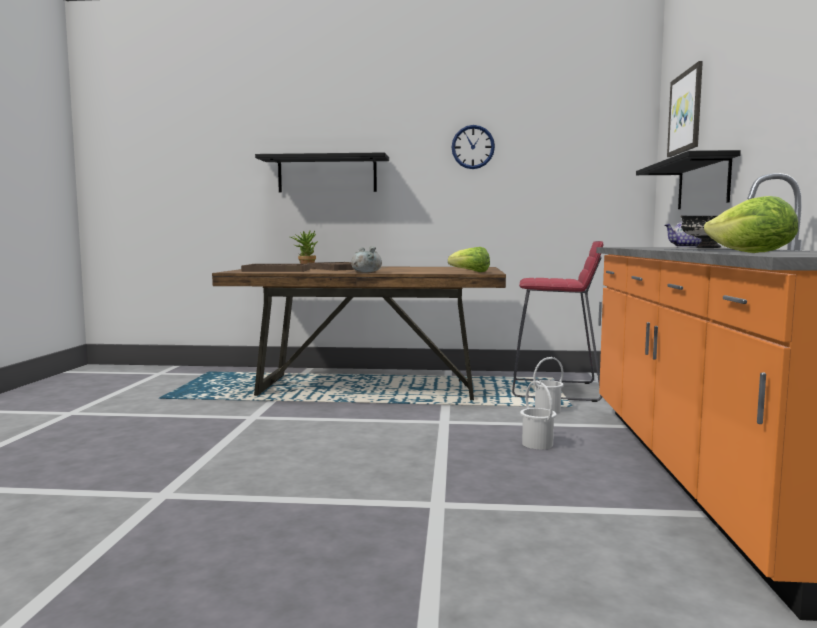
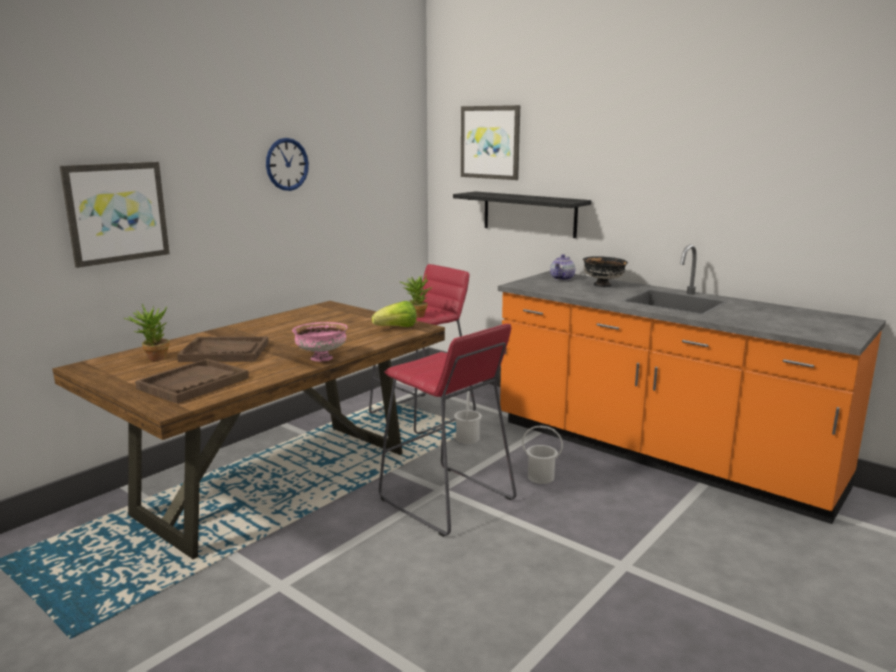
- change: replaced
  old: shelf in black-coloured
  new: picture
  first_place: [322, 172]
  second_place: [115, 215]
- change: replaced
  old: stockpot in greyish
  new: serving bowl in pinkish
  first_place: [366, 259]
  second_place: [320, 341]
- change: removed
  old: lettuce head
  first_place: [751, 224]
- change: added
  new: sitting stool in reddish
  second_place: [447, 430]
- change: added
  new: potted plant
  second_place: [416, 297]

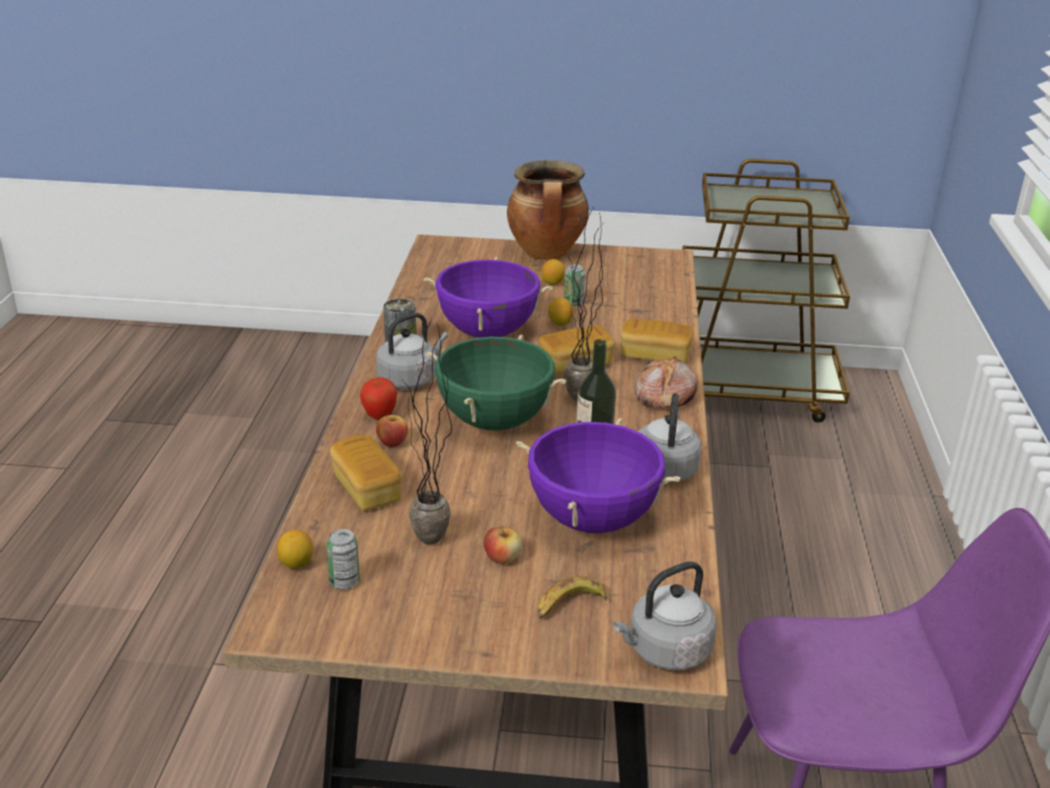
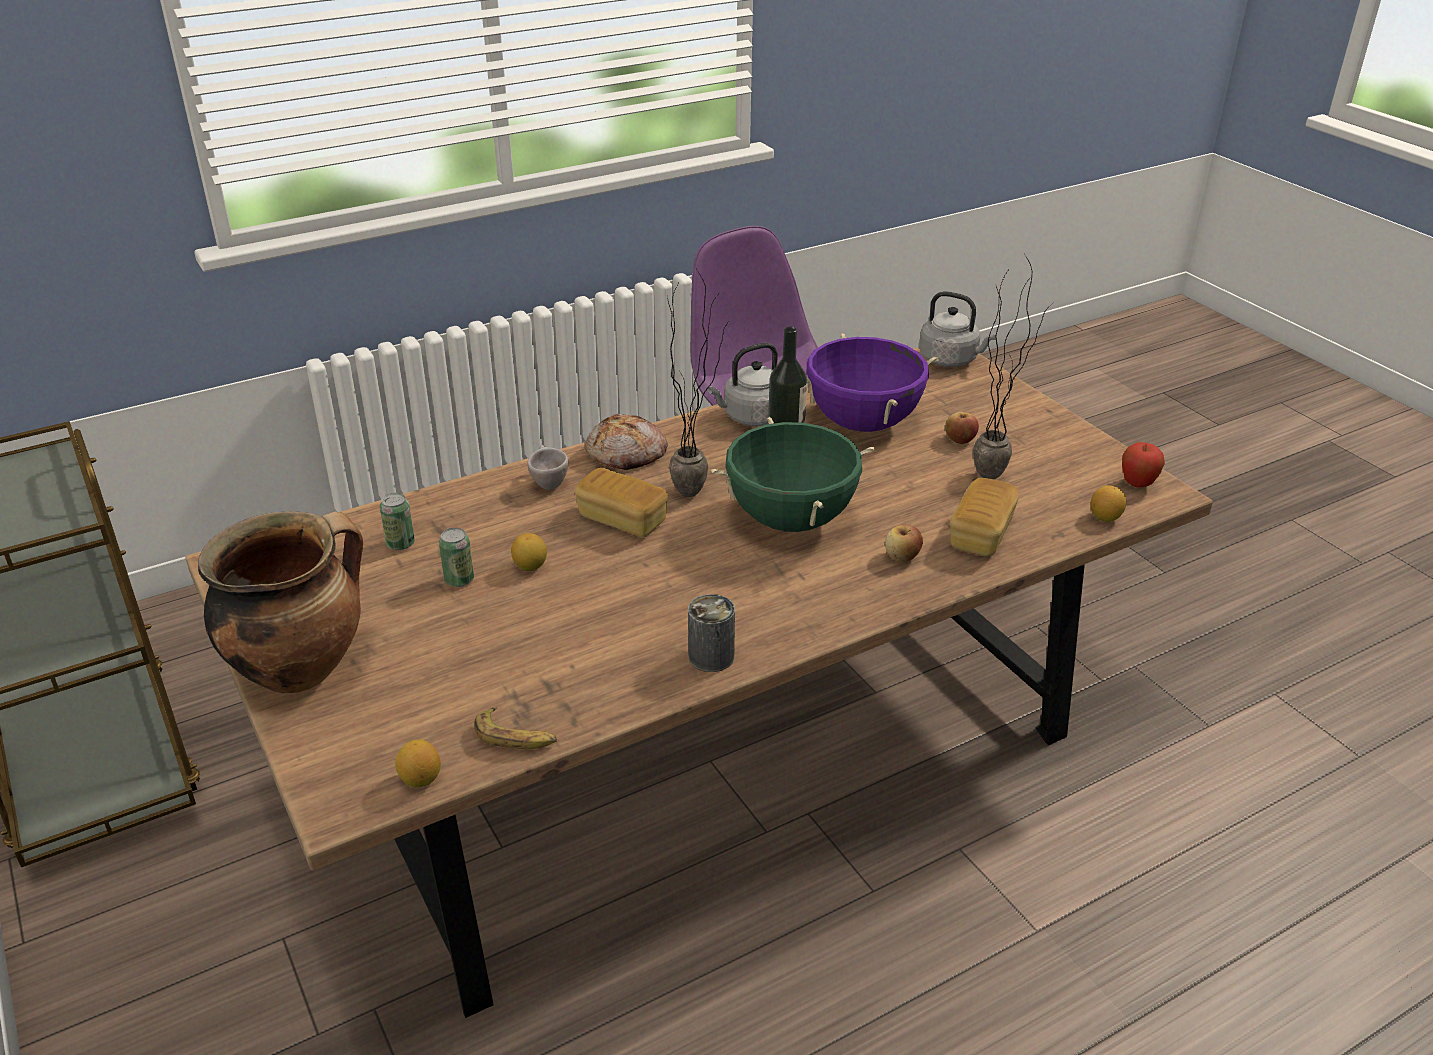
- change: moved
  old: sealed can
  first_place: [343, 559]
  second_place: [397, 521]
- change: moved
  old: whole apple
  first_place: [378, 398]
  second_place: [1143, 464]
- change: removed
  old: tea kettle in greyish
  first_place: [412, 351]
- change: removed
  old: stockpot in purple
  first_place: [488, 297]
- change: moved
  old: banana fruit
  first_place: [572, 597]
  second_place: [515, 728]
- change: moved
  old: citrus fruit
  first_place: [553, 272]
  second_place: [418, 763]
- change: replaced
  old: bakery bread
  new: small cup in beige-coloured
  first_place: [657, 340]
  second_place: [548, 467]

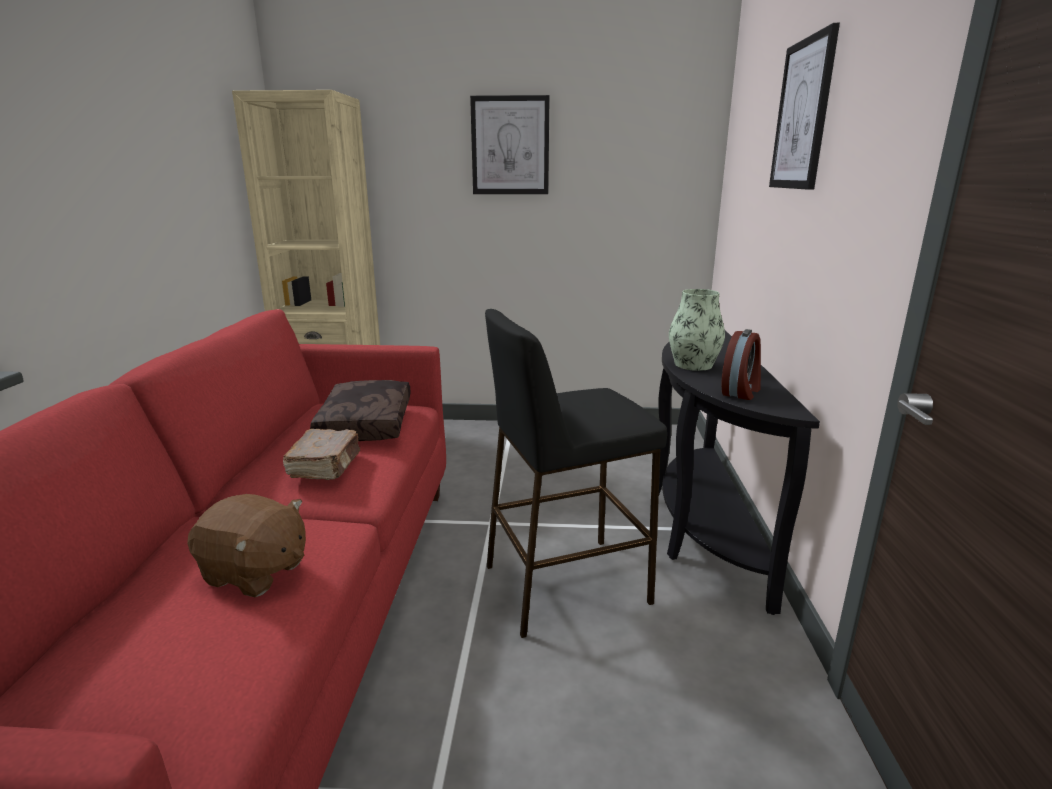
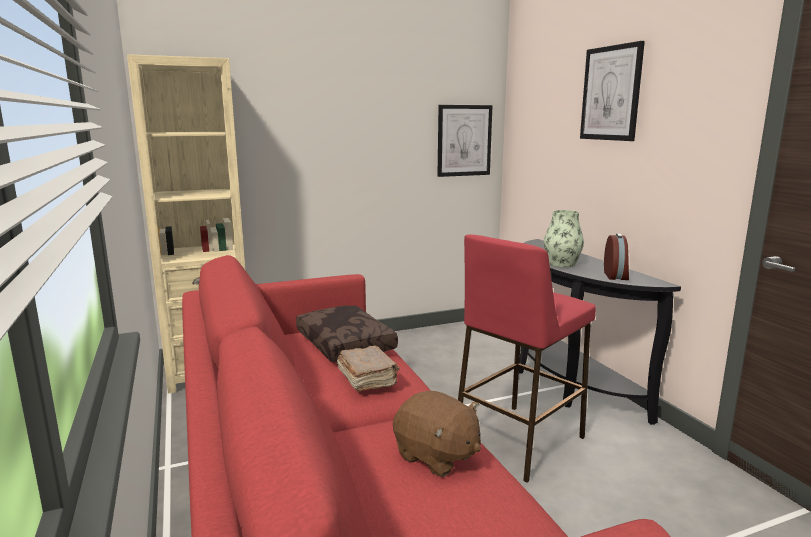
- change: turned
  old: soft toy in brown-coloured
  first_place: [246, 545]
  second_place: [437, 434]
  degrees: 45
- change: moved
  old: picture
  first_place: [510, 144]
  second_place: [465, 141]
- change: recoloured
  old: sitting stool in black-coloured
  new: sitting stool in reddish
  first_place: [576, 473]
  second_place: [527, 358]

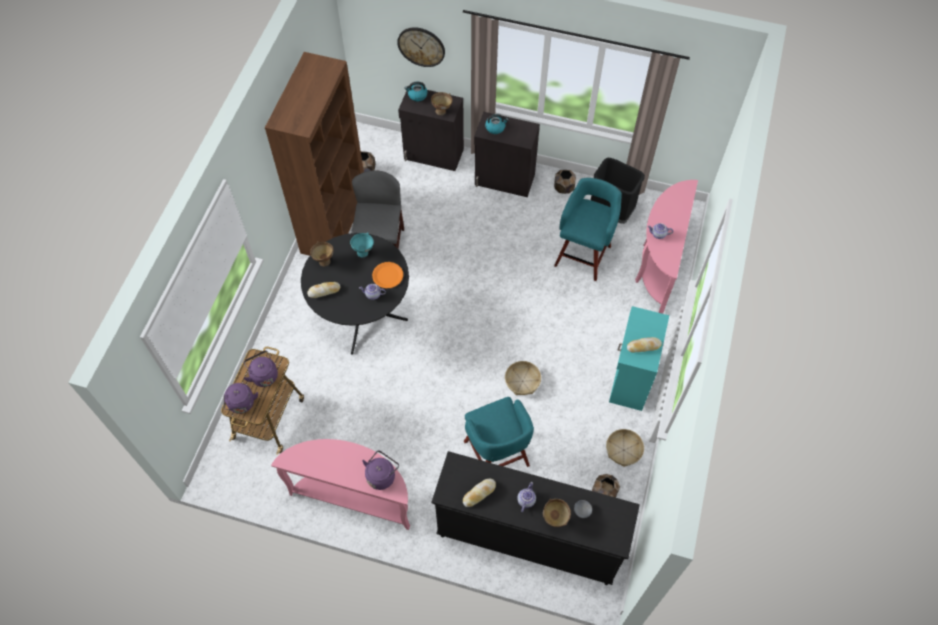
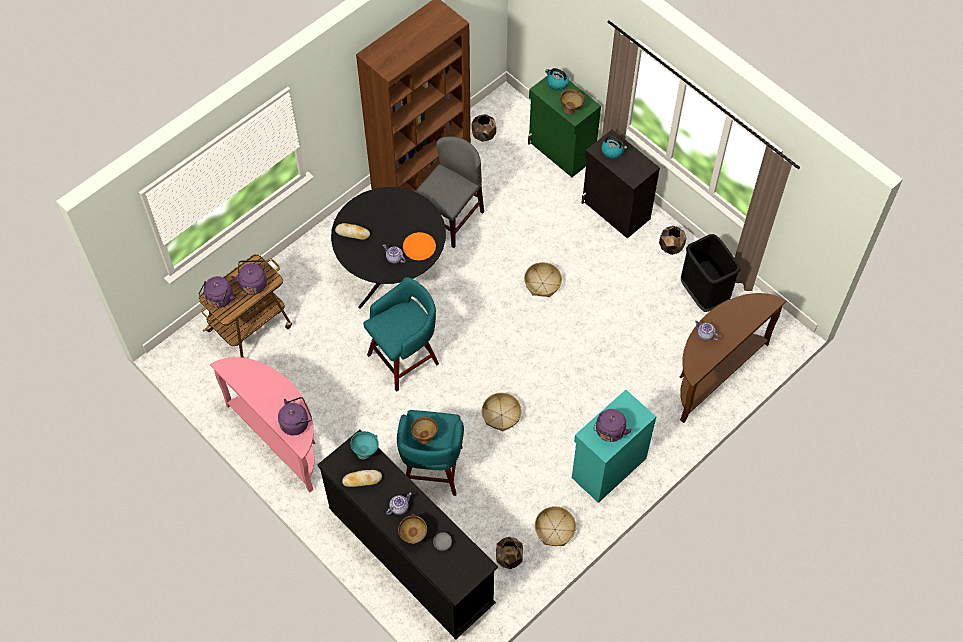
- change: moved
  old: serving bowl in brown-coloured
  first_place: [322, 254]
  second_place: [424, 430]
- change: moved
  old: serving bowl in turquoise-coloured
  first_place: [362, 245]
  second_place: [365, 445]
- change: removed
  old: wall clock
  first_place: [421, 47]
- change: recoloured
  old: cupboard in black-coloured
  new: cupboard in green
  first_place: [431, 129]
  second_place: [564, 126]
- change: moved
  old: sitting stool in turquoise-coloured
  first_place: [588, 229]
  second_place: [401, 334]
- change: replaced
  old: bakery bread
  new: tea kettle in purple
  first_place: [644, 345]
  second_place: [612, 425]
- change: recoloured
  old: console table in pinkish
  new: console table in brown-coloured
  first_place: [666, 247]
  second_place: [732, 358]
- change: added
  new: basket
  second_place: [543, 279]

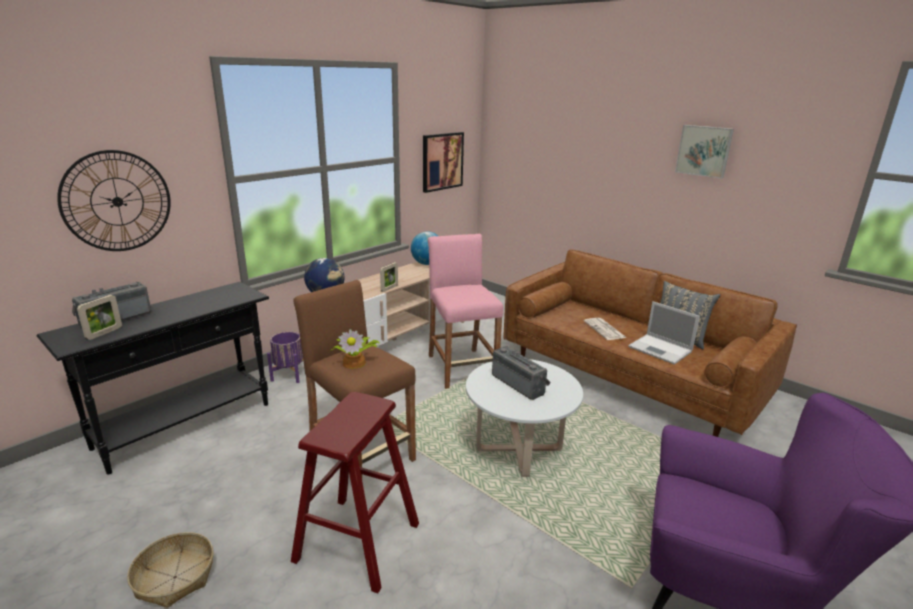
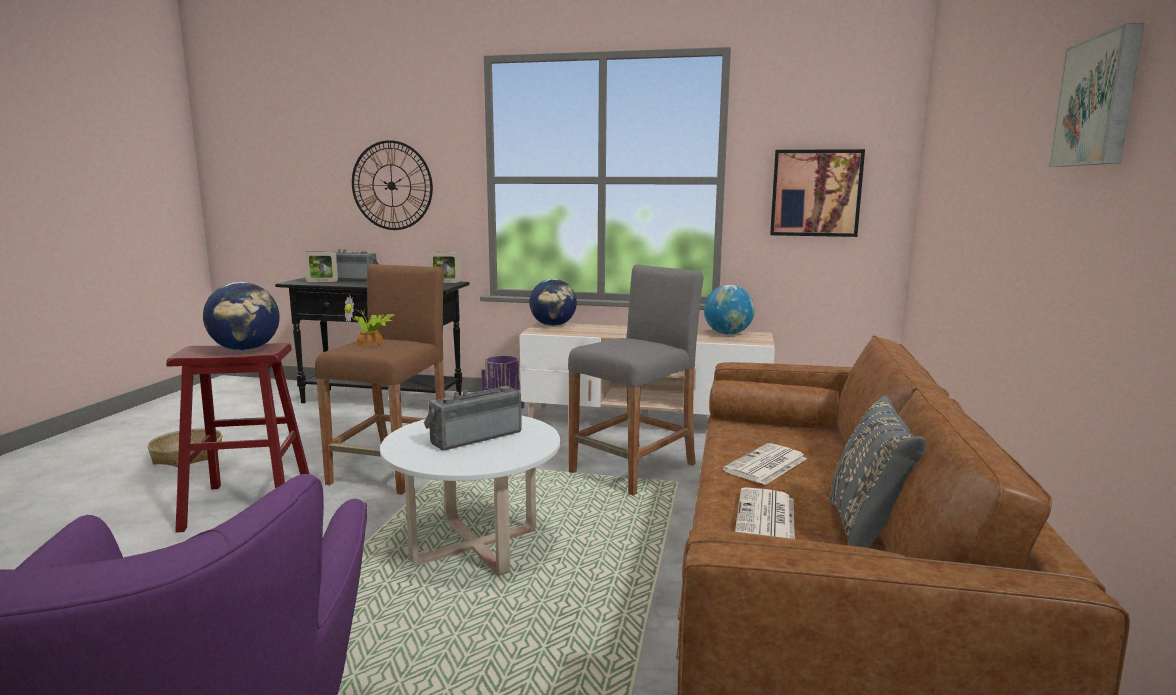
- change: moved
  old: picture frame
  first_place: [389, 277]
  second_place: [444, 267]
- change: recoloured
  old: sitting stool in pinkish
  new: sitting stool in greyish
  first_place: [466, 311]
  second_place: [635, 380]
- change: turned
  old: radio
  first_place: [521, 373]
  second_place: [473, 418]
  degrees: -150
- change: replaced
  old: notebook computer
  new: newspaper
  first_place: [664, 333]
  second_place: [765, 513]
- change: added
  new: desk globe
  second_place: [241, 316]

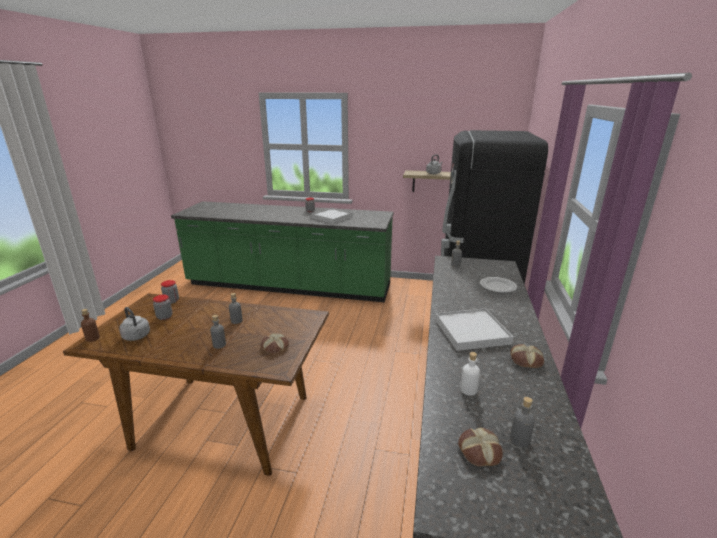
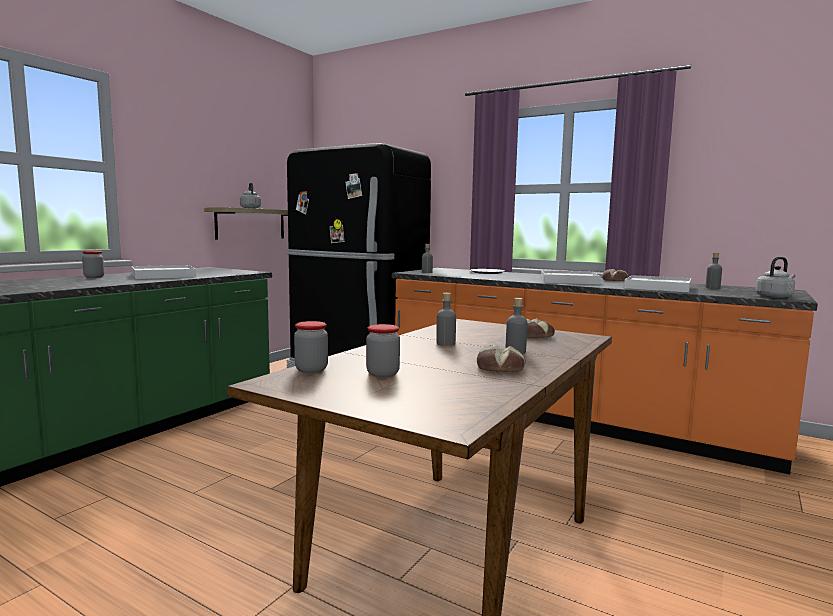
- change: removed
  old: drink bottle in brown-coloured
  first_place: [90, 325]
- change: moved
  old: tea kettle in greyish
  first_place: [134, 324]
  second_place: [775, 277]
- change: moved
  old: bakery bread
  first_place: [480, 446]
  second_place: [501, 358]
- change: replaced
  old: drink bottle in white
  new: tray in white
  first_place: [470, 374]
  second_place: [657, 283]

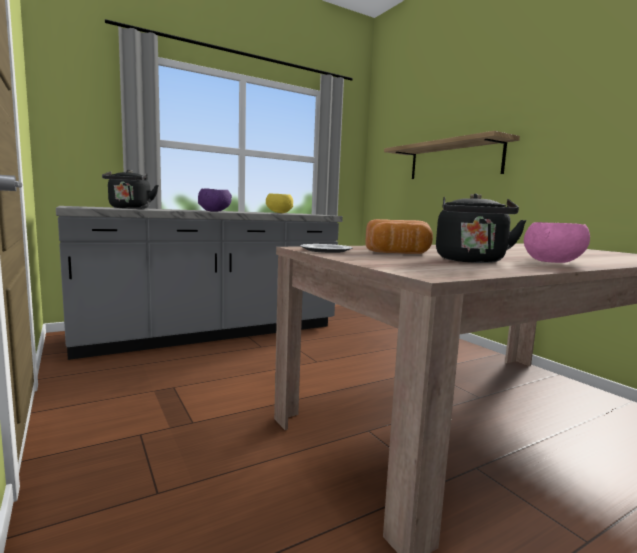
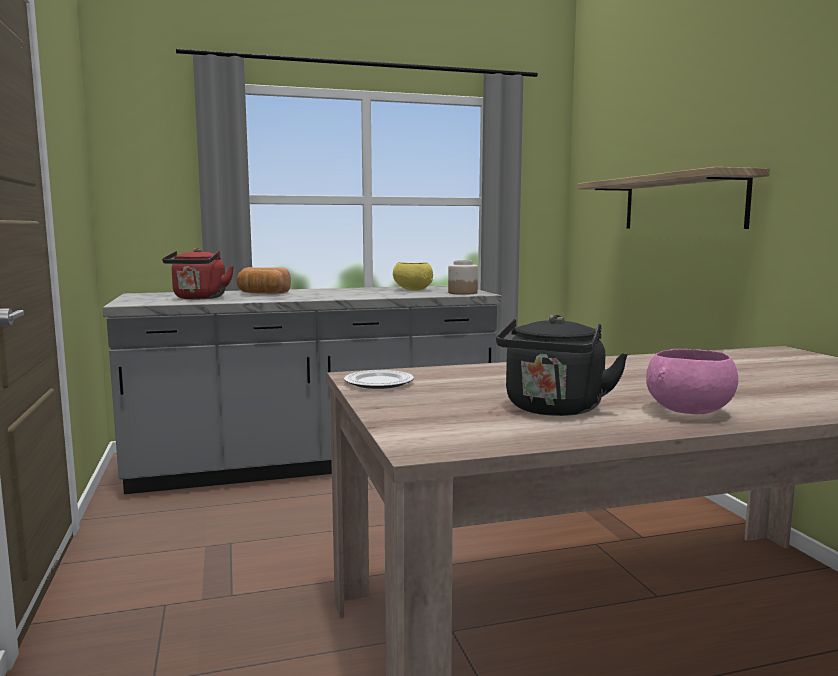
- change: recoloured
  old: tea kettle in black-coloured
  new: tea kettle in reddish
  first_place: [130, 189]
  second_place: [198, 273]
- change: removed
  old: serving bowl in purple
  first_place: [215, 200]
- change: moved
  old: bakery bread
  first_place: [399, 236]
  second_place: [264, 280]
- change: added
  new: preserve jar
  second_place: [463, 277]

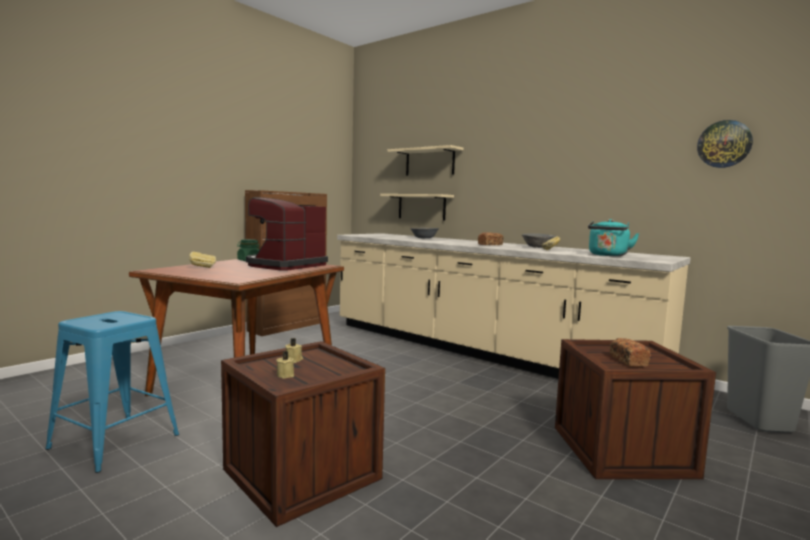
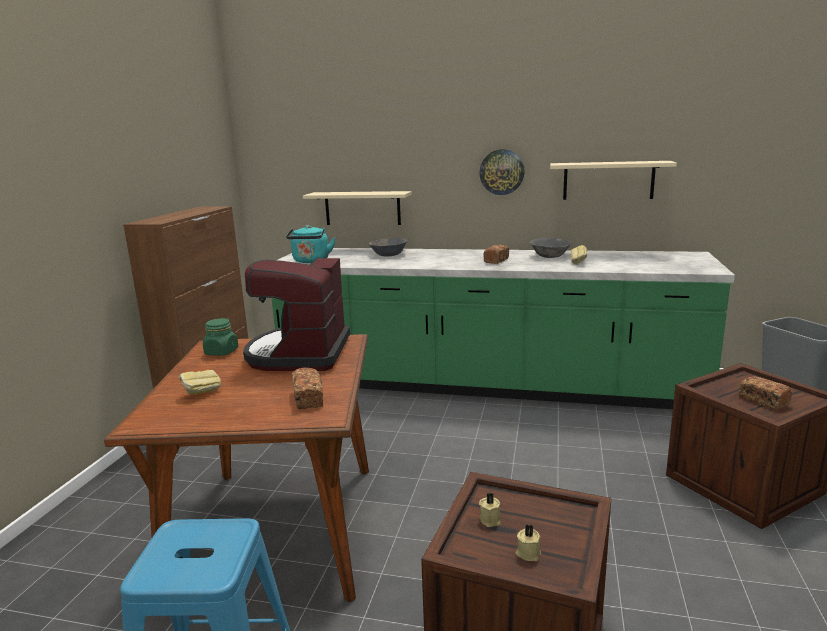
- change: recoloured
  old: kitchen base unit in beige-coloured
  new: kitchen base unit in green
  first_place: [514, 306]
  second_place: [503, 328]
- change: moved
  old: shelf in beige-coloured
  first_place: [425, 160]
  second_place: [613, 180]
- change: moved
  old: tea kettle in turquoise-coloured
  first_place: [614, 237]
  second_place: [310, 244]
- change: moved
  old: wall clock
  first_place: [725, 144]
  second_place: [502, 172]
- change: added
  new: bakery bread
  second_place: [307, 388]

